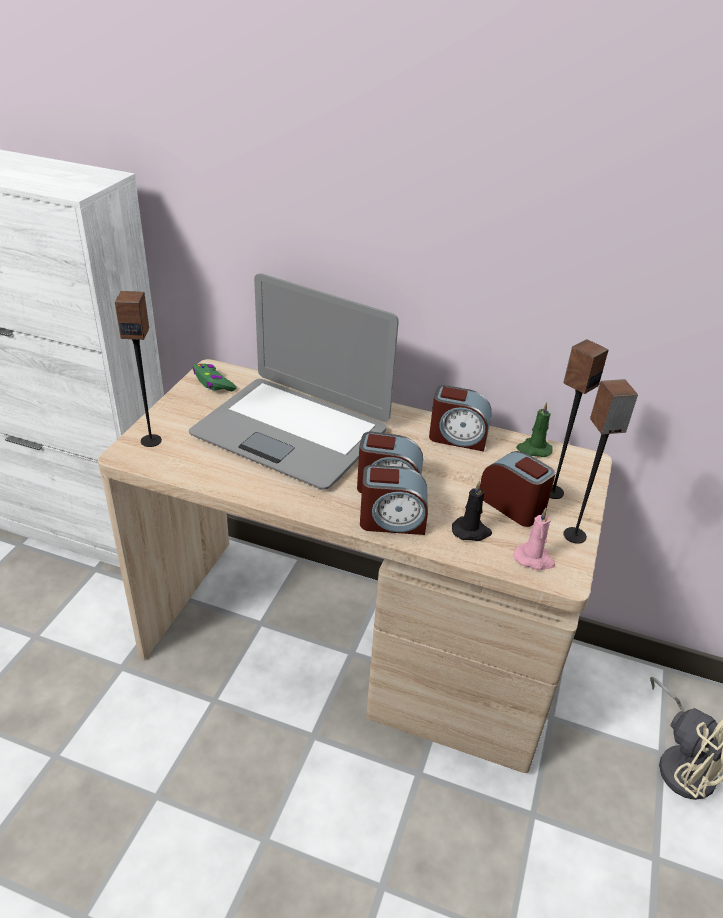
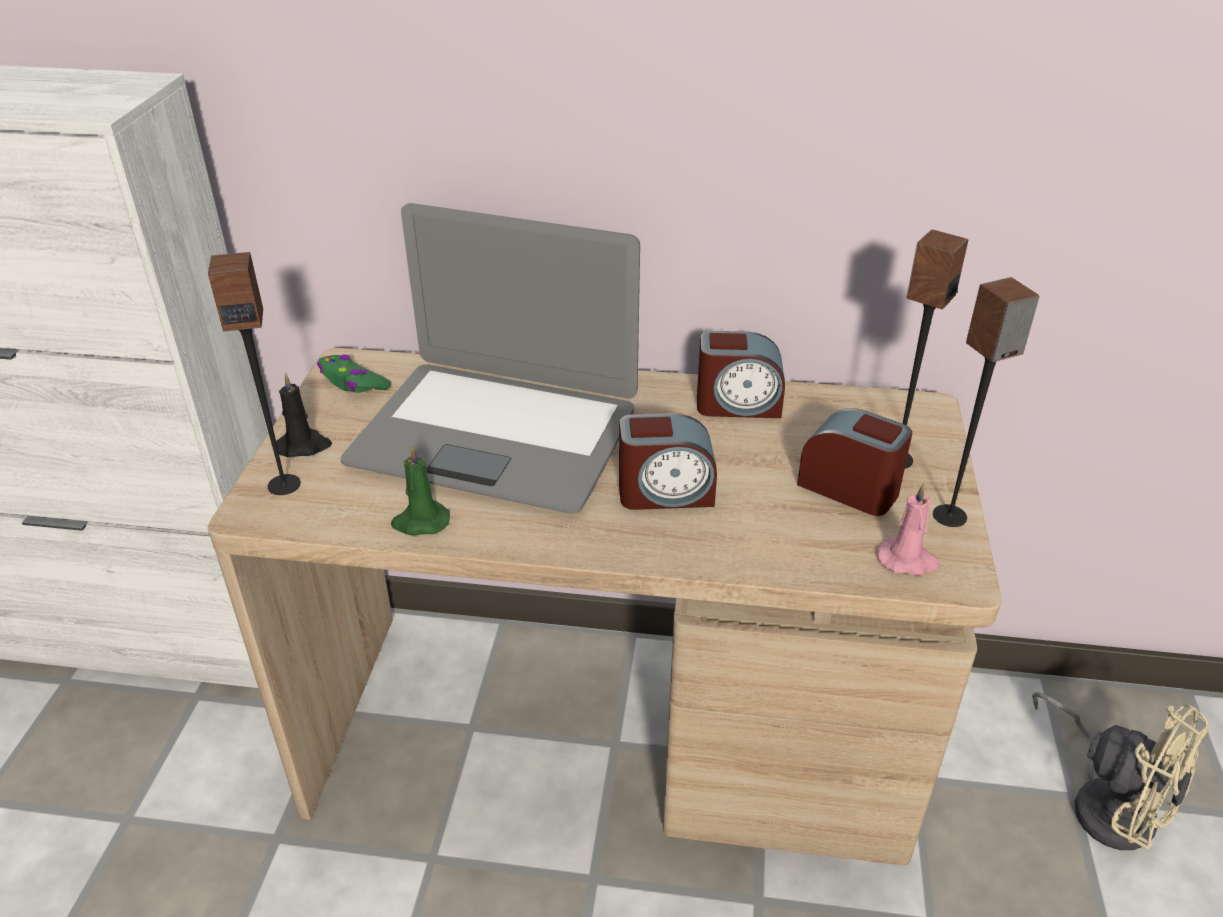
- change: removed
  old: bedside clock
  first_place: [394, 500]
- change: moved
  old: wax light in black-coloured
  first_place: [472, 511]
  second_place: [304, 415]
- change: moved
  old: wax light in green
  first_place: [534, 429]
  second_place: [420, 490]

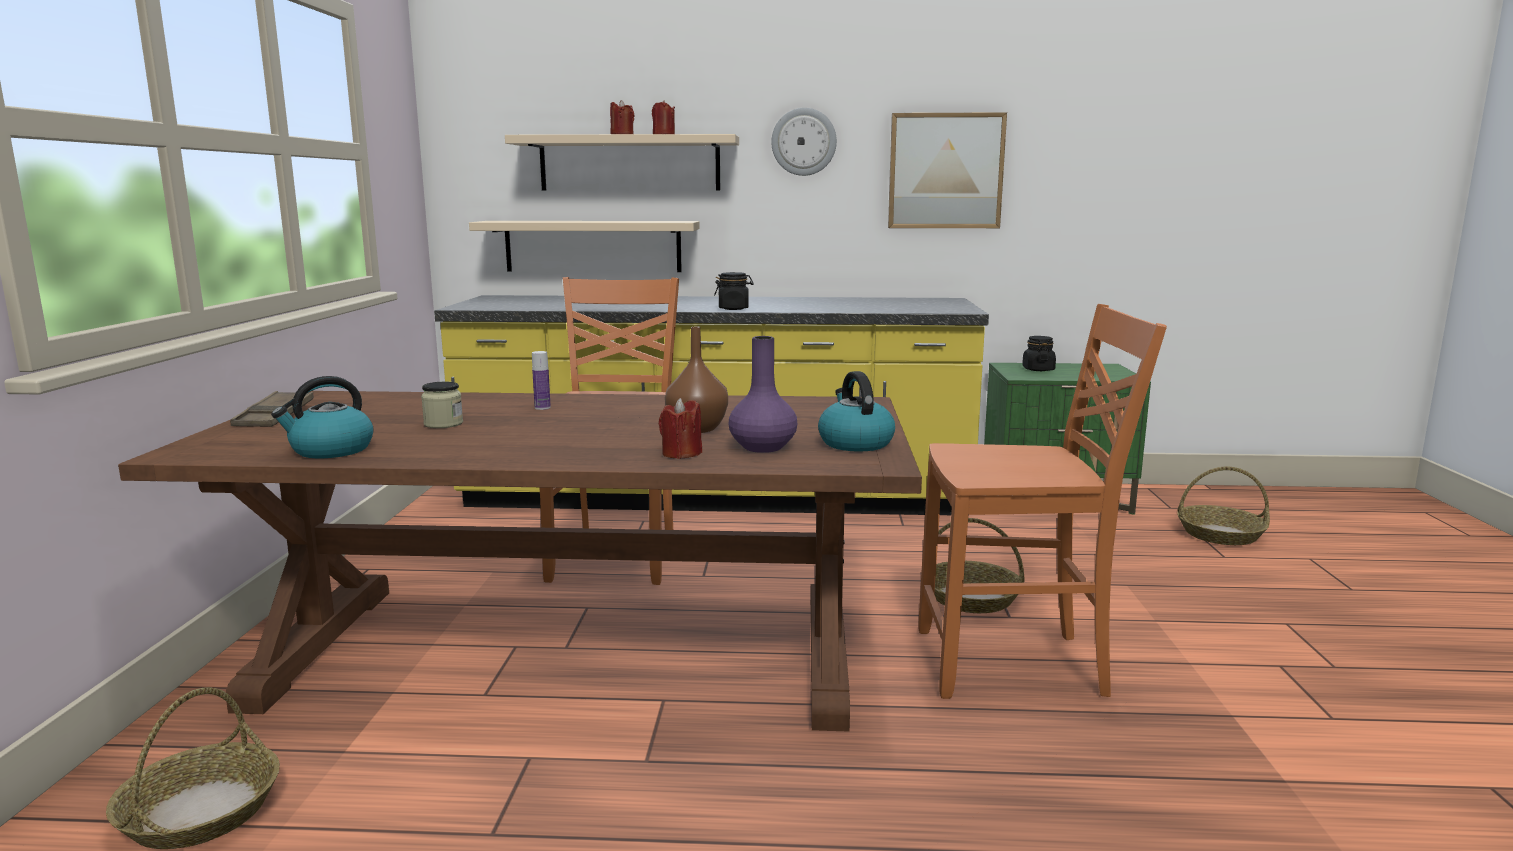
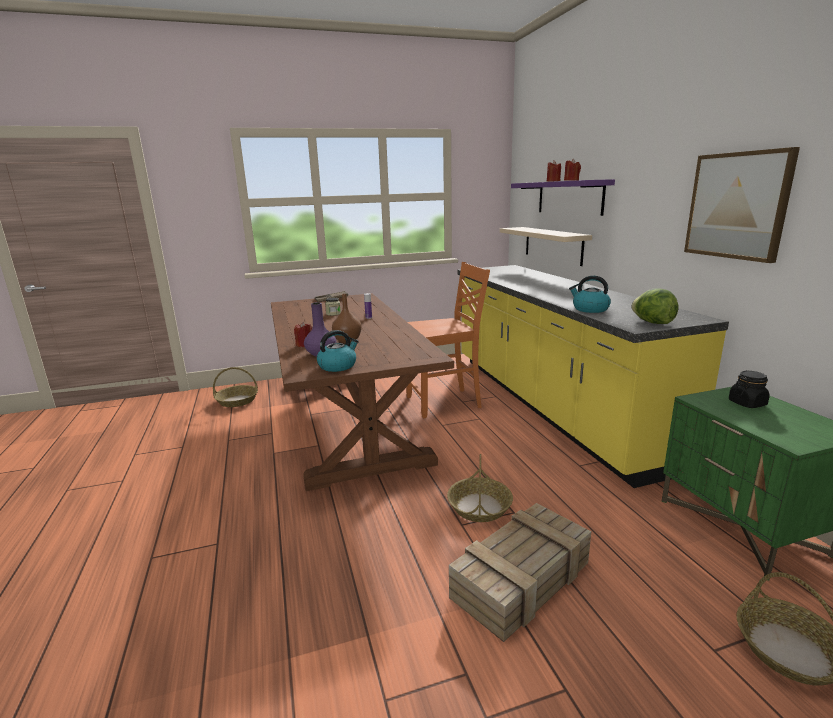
- change: moved
  old: tea kettle
  first_place: [322, 417]
  second_place: [590, 294]
- change: recoloured
  old: shelf in beige-coloured
  new: shelf in purple
  first_place: [622, 162]
  second_place: [563, 197]
- change: removed
  old: preserve jar in black-coloured
  first_place: [734, 291]
- change: removed
  old: wall clock
  first_place: [804, 142]
- change: removed
  old: plain chair in orange
  first_place: [1042, 501]
- change: added
  new: packing crate
  second_place: [520, 572]
- change: added
  new: lettuce head
  second_place: [655, 306]

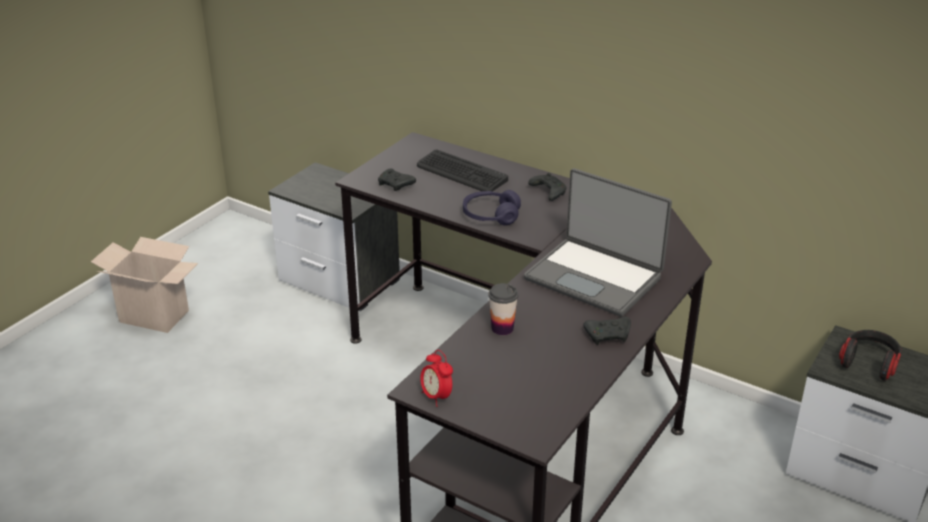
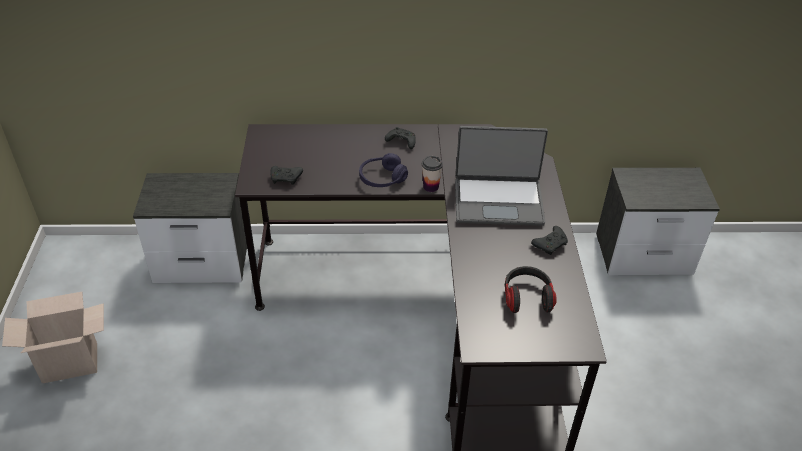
- change: removed
  old: keyboard
  first_place: [462, 170]
- change: removed
  old: bedside clock
  first_place: [436, 378]
- change: moved
  old: small cup
  first_place: [503, 309]
  second_place: [432, 174]
- change: moved
  old: pair of headphones
  first_place: [870, 355]
  second_place: [531, 289]

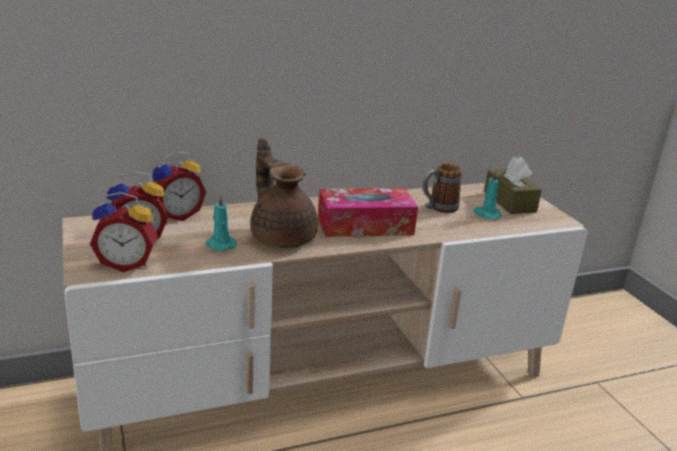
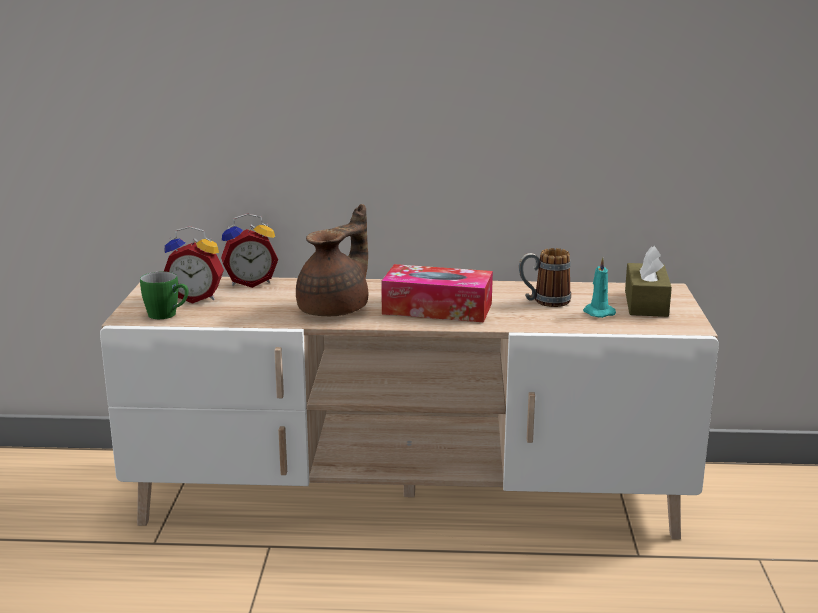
- change: replaced
  old: bedside clock
  new: mug in green
  first_place: [124, 232]
  second_place: [164, 295]
- change: removed
  old: wax light in turquoise-coloured
  first_place: [221, 222]
- change: turned
  old: tea pot in brown-coloured
  first_place: [284, 193]
  second_place: [332, 260]
  degrees: 45

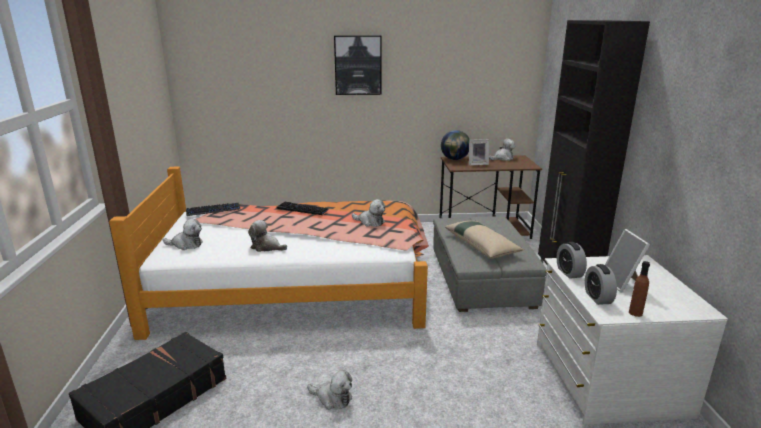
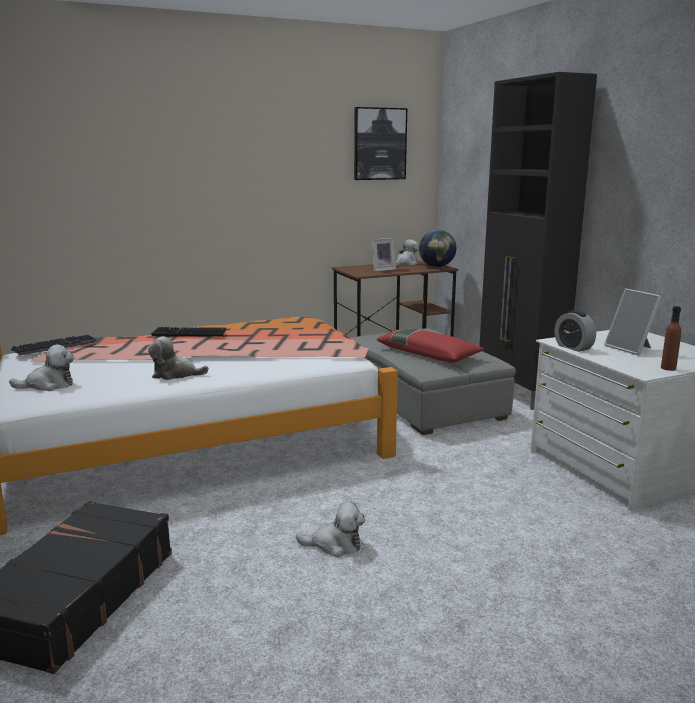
- change: moved
  old: picture
  first_place: [358, 65]
  second_place: [380, 143]
- change: removed
  old: soft toy
  first_place: [368, 213]
- change: moved
  old: desk globe
  first_place: [455, 145]
  second_place: [437, 248]
- change: recoloured
  old: pillow in beige-coloured
  new: pillow in reddish
  first_place: [484, 240]
  second_place: [430, 346]
- change: removed
  old: bedside clock
  first_place: [601, 284]

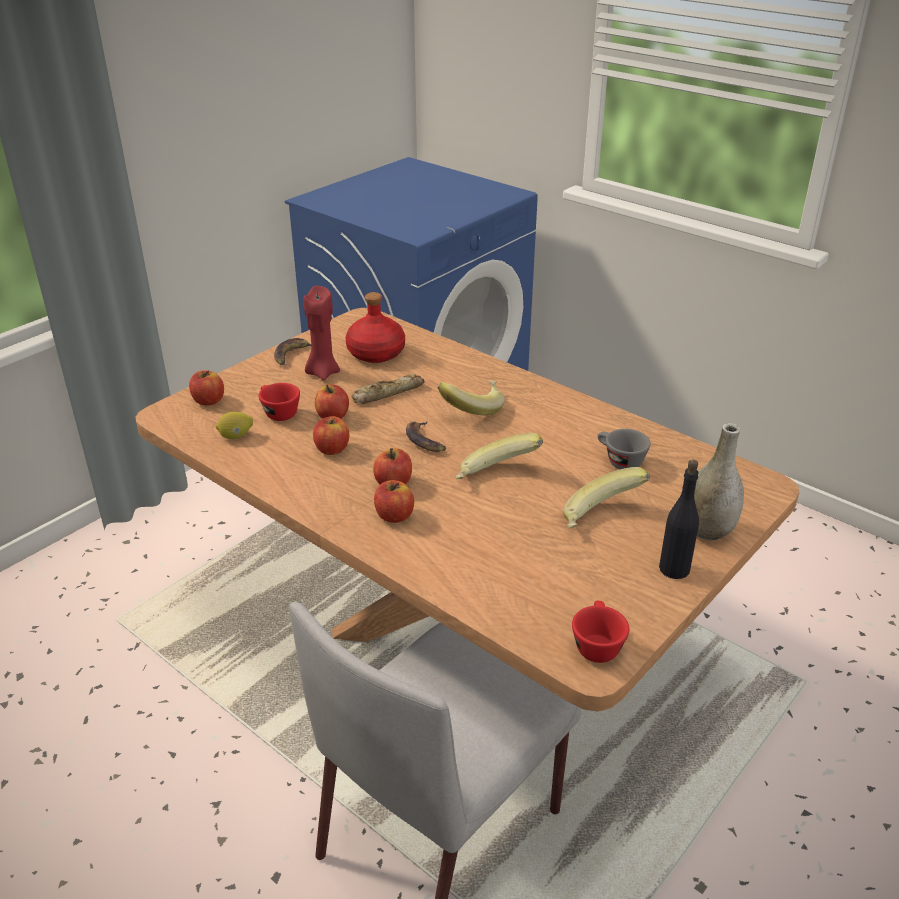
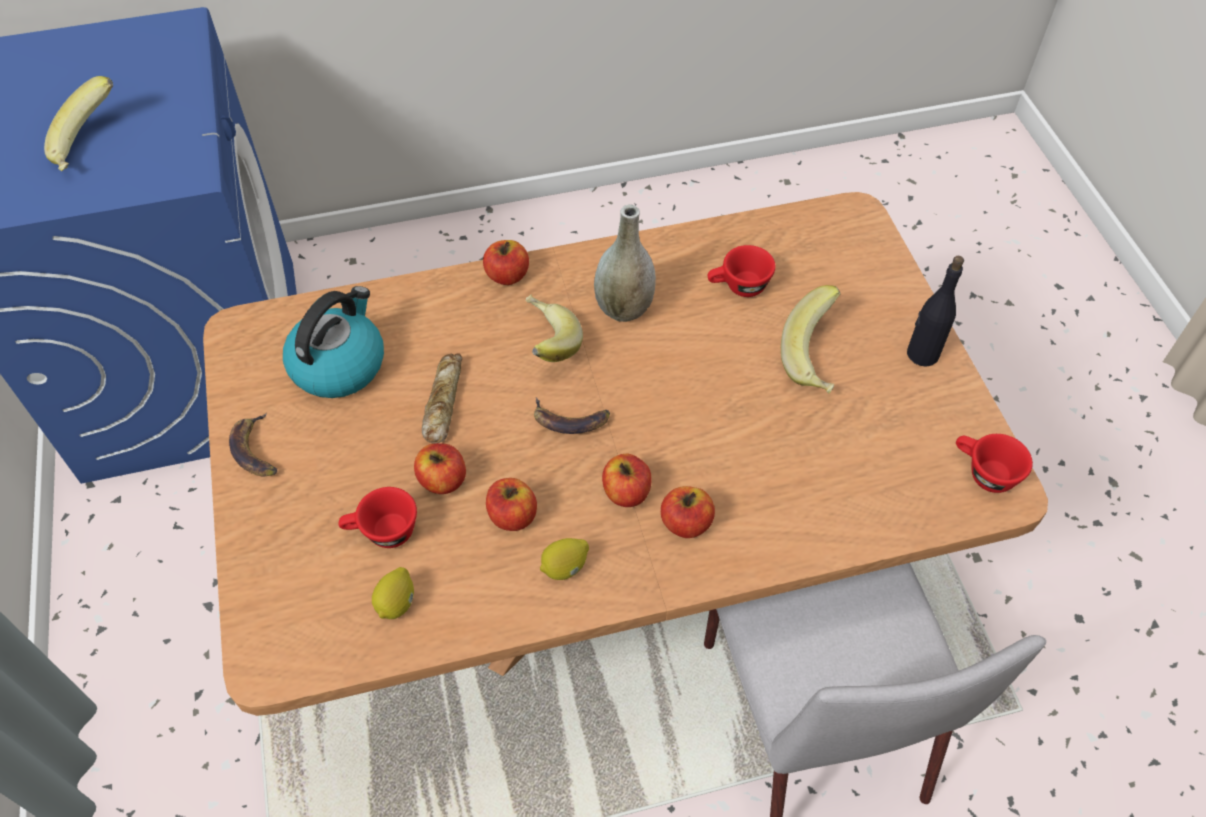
- change: moved
  old: whole apple
  first_place: [206, 388]
  second_place: [506, 262]
- change: removed
  old: wax light in reddish
  first_place: [321, 333]
- change: replaced
  old: drink bottle in reddish
  new: tea kettle
  first_place: [375, 327]
  second_place: [333, 342]
- change: moved
  old: banana fruit
  first_place: [499, 456]
  second_place: [78, 123]
- change: recoloured
  old: small cup in greyish
  new: small cup in reddish
  first_place: [624, 449]
  second_place: [741, 271]
- change: moved
  old: flower vase in greyish
  first_place: [719, 482]
  second_place: [625, 263]
- change: added
  new: citrus fruit
  second_place: [564, 559]

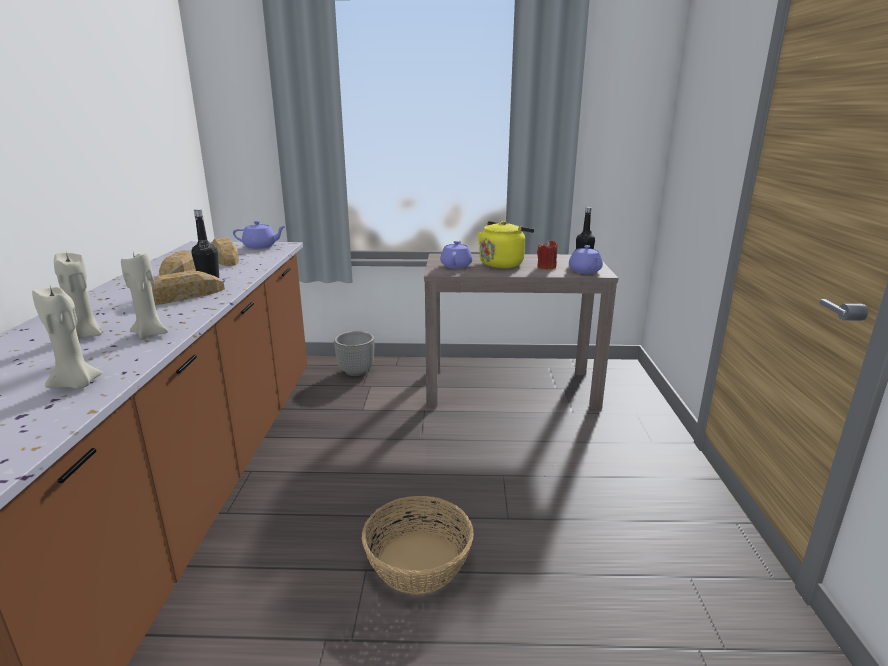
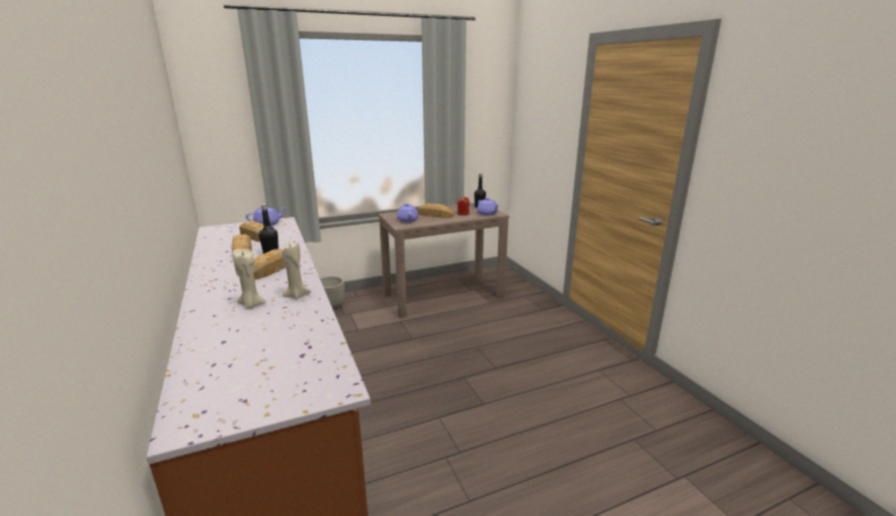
- change: removed
  old: wax light in beige-coloured
  first_place: [67, 337]
- change: removed
  old: basket
  first_place: [418, 545]
- change: replaced
  old: tea kettle in yellowish
  new: bakery bread
  first_place: [505, 244]
  second_place: [435, 210]

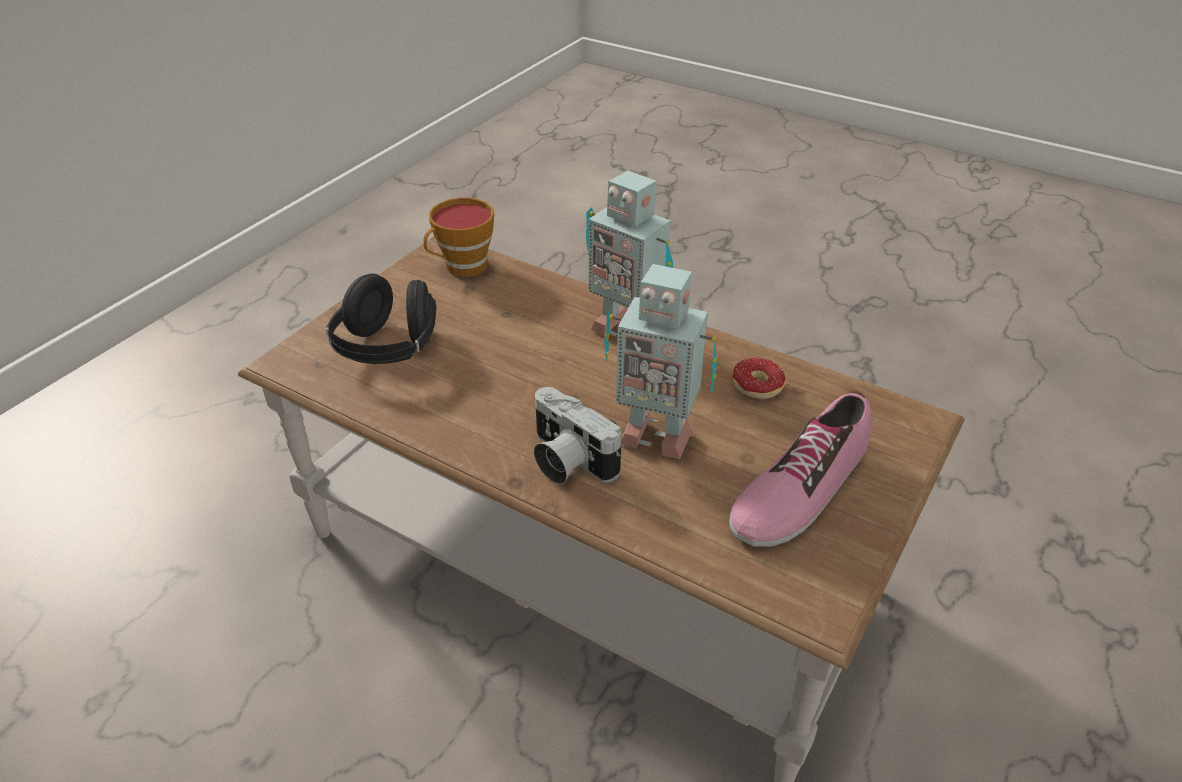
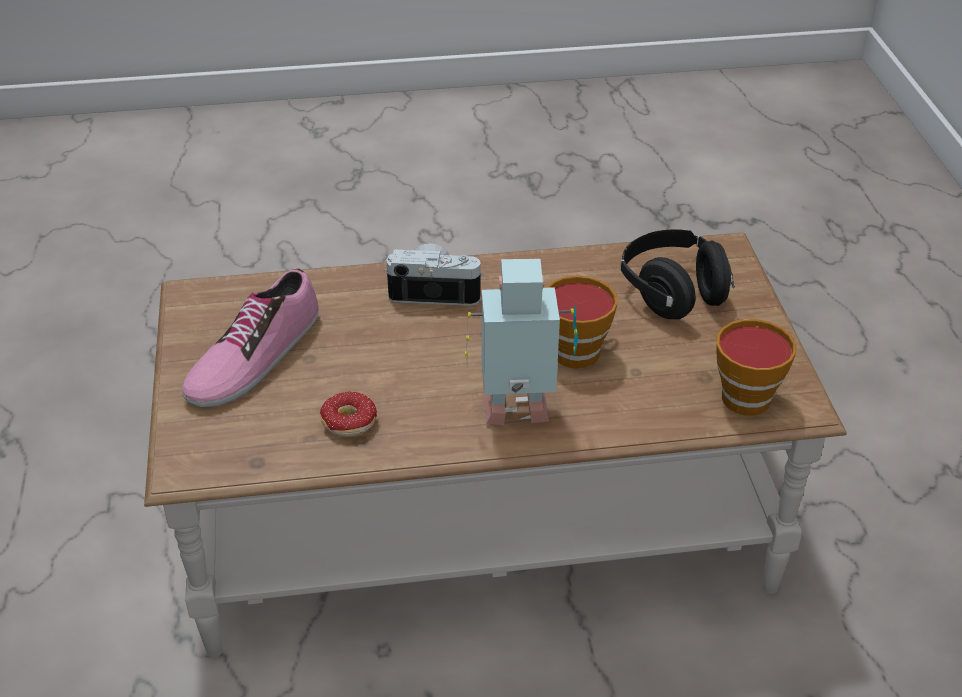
- change: removed
  old: model robot
  first_place: [660, 361]
- change: turned
  old: low shoe
  first_place: [800, 469]
  second_place: [250, 338]
  degrees: -150
- change: added
  new: small cup
  second_place: [582, 322]

